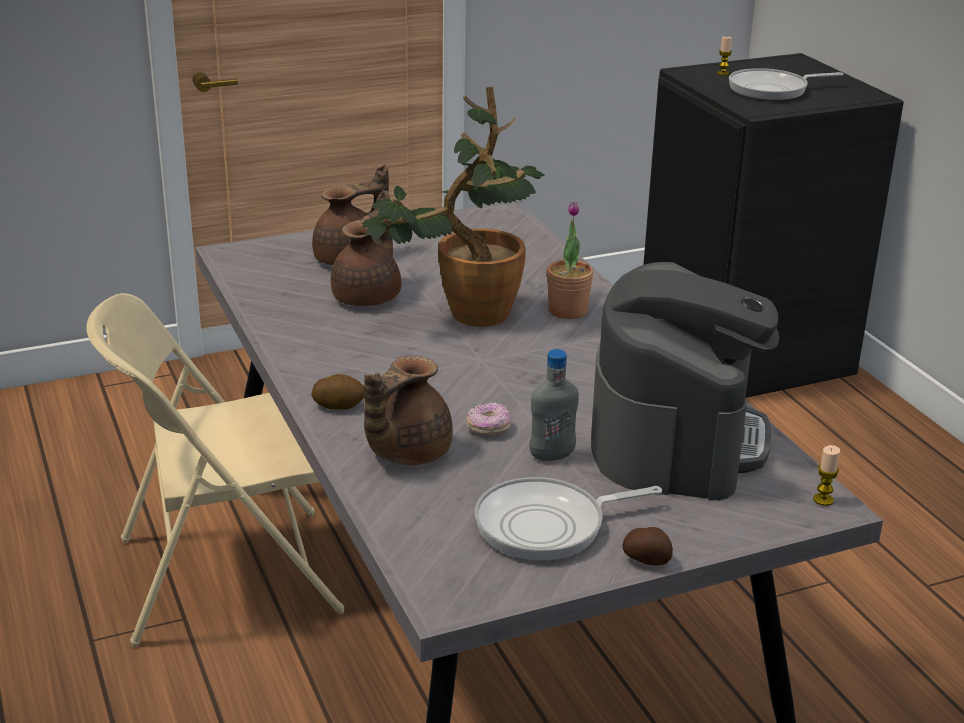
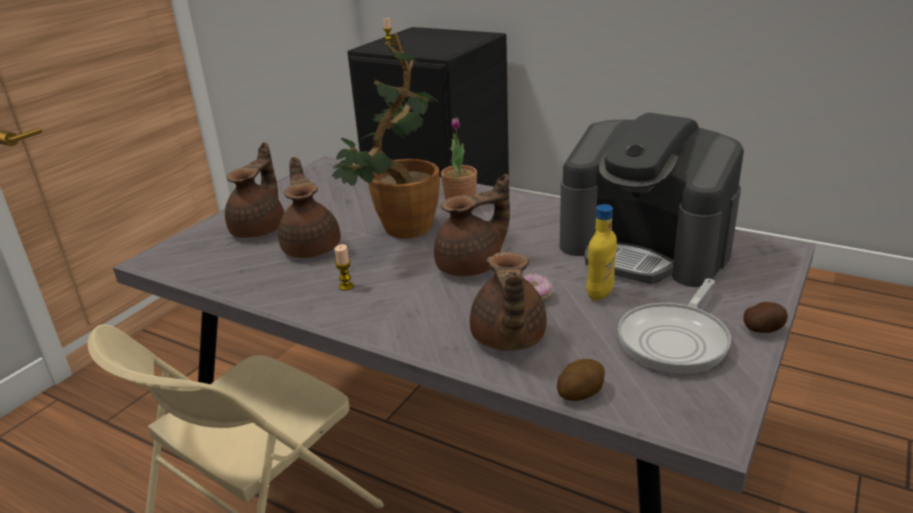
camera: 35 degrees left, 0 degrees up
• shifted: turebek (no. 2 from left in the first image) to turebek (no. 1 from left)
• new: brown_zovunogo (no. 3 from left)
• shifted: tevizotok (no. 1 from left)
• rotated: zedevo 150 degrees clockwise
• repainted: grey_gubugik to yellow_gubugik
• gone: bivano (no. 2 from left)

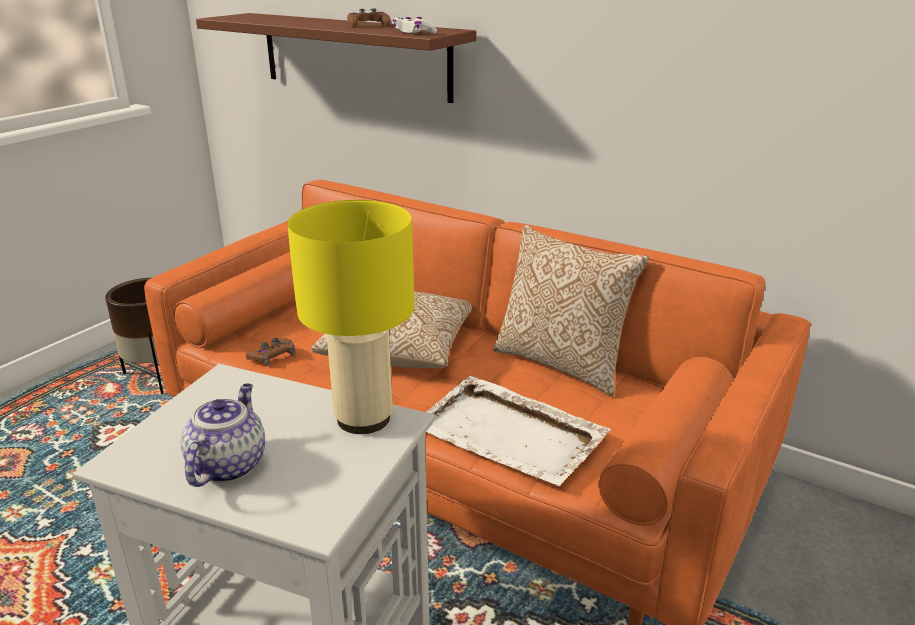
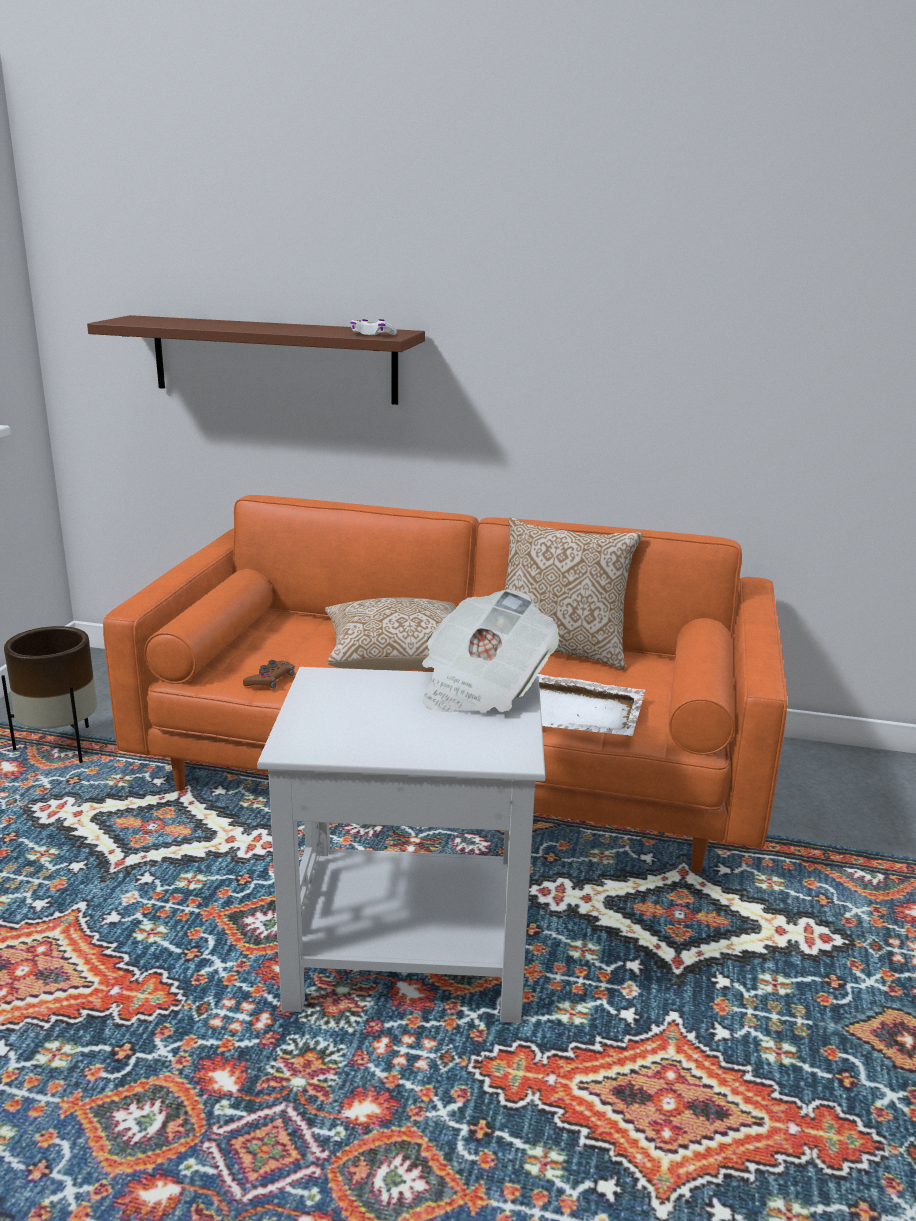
camera: 20 degrees left, 5 degrees down
• swapped: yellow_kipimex to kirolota
• gone: zovunogo
• gone: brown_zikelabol (no. 2 from left)

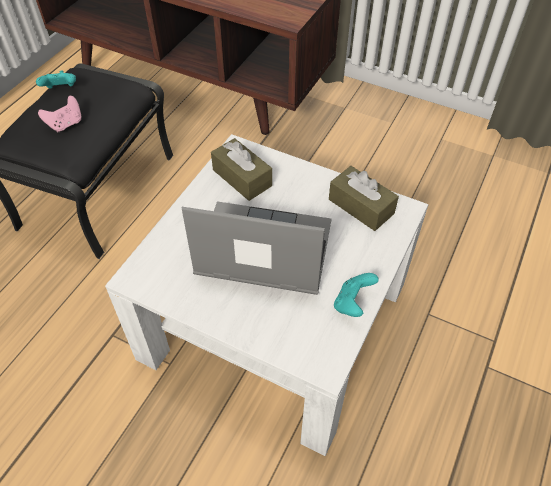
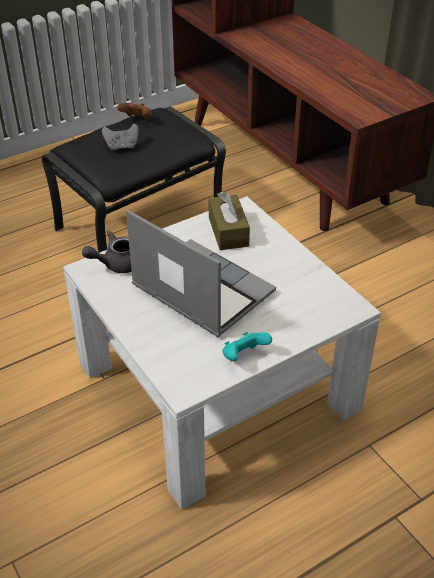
camera: 30 degrees right, 10 degrees down
• new: grey_zovunogo
• repainted: pink_zikelabol to grey_zikelabol
• repainted: turquoise_zikelabol (no. 1 from left) to brown_zikelabol
• gone: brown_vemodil (no. 2 from left)

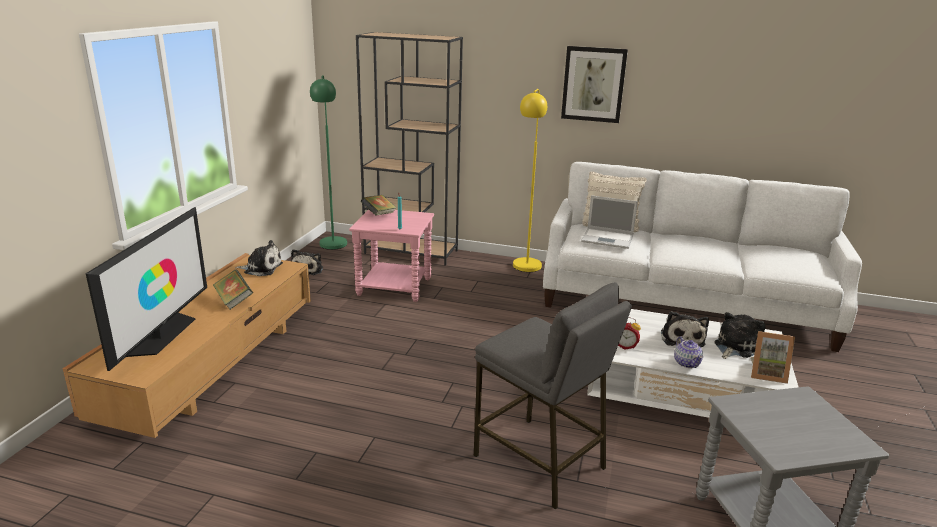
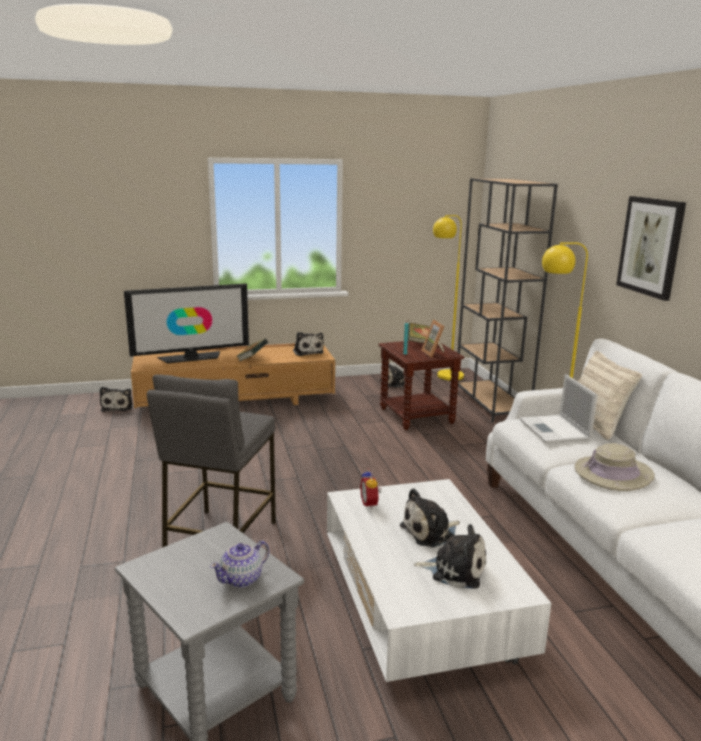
camera: 60 degrees right, 5 degrees down
• new: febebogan (no. 1 from left)
• shifted: zovunogo
• repainted: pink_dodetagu to brown_dodetagu
• shifted: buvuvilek
• repainted: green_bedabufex to yellow_bedabufex (no. 1 from left)
• new: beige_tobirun

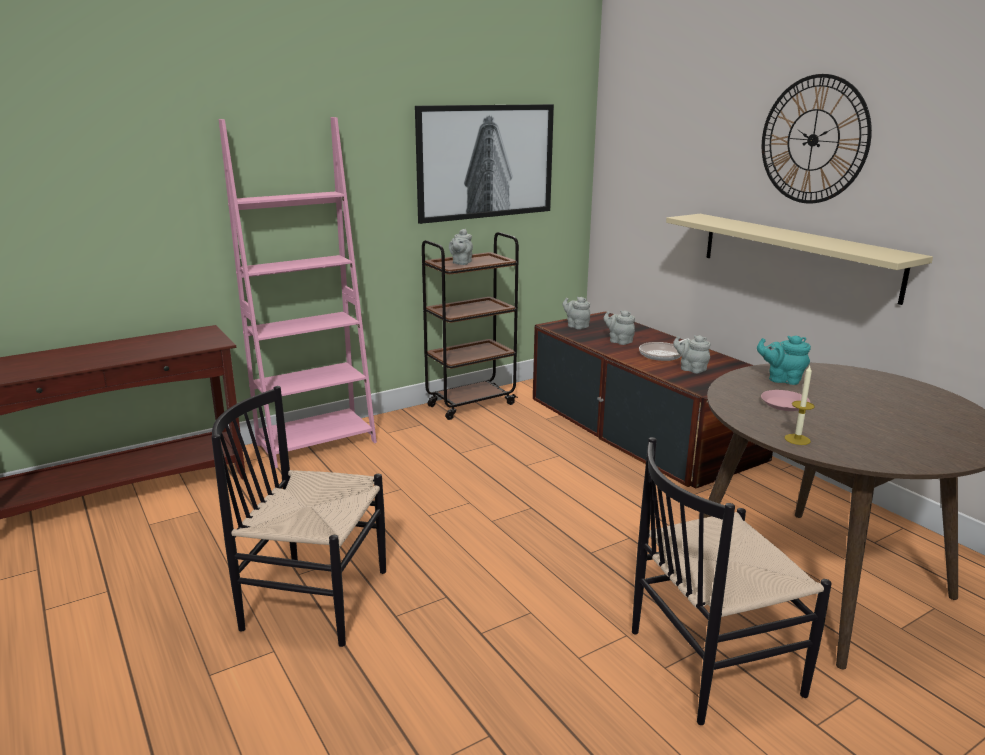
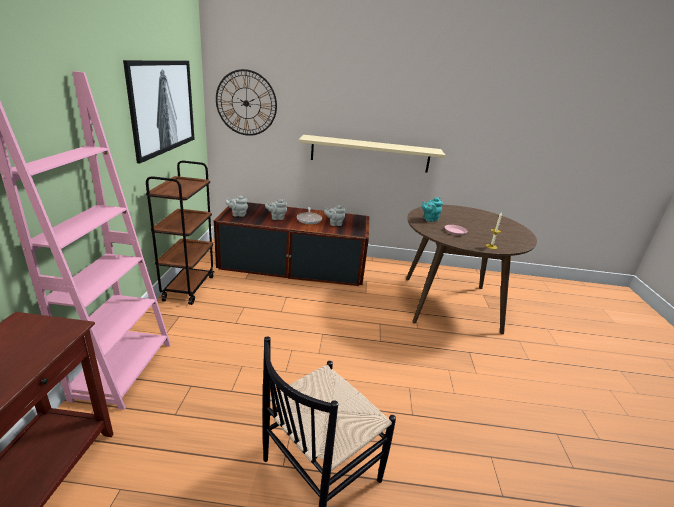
camera: 55 degrees left, 5 degrees up
• shifted: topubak
• gone: grey_zovunogo (no. 1 from left)
• gone: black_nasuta (no. 2 from left)

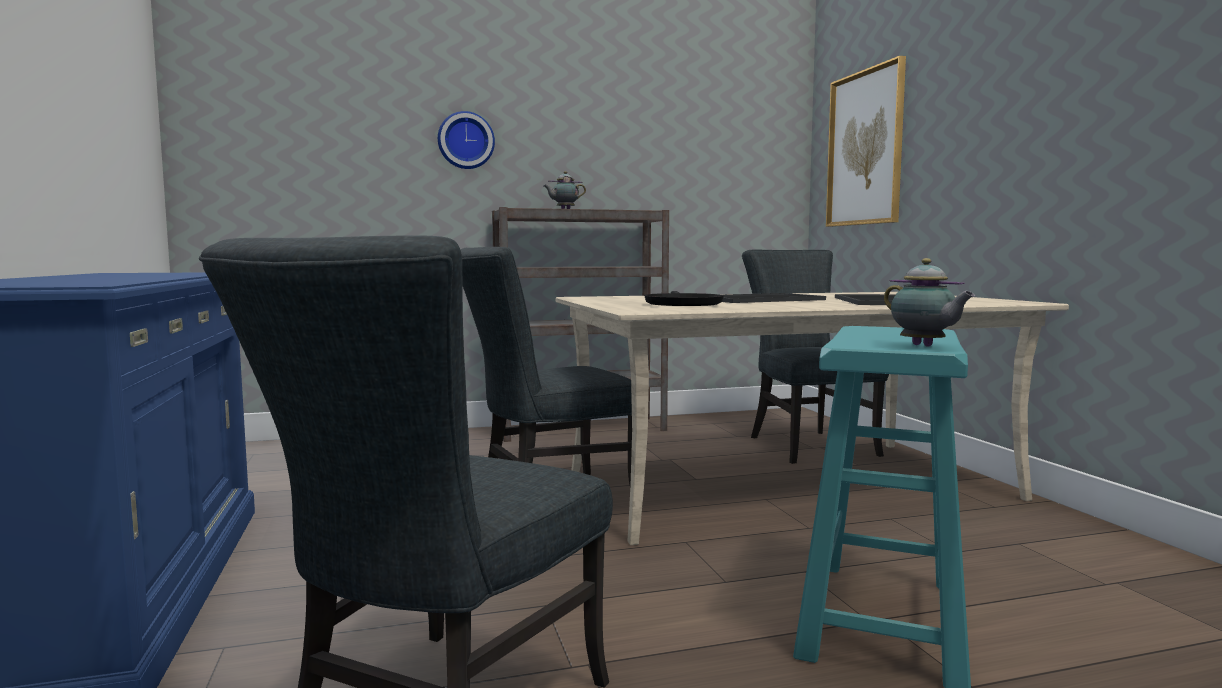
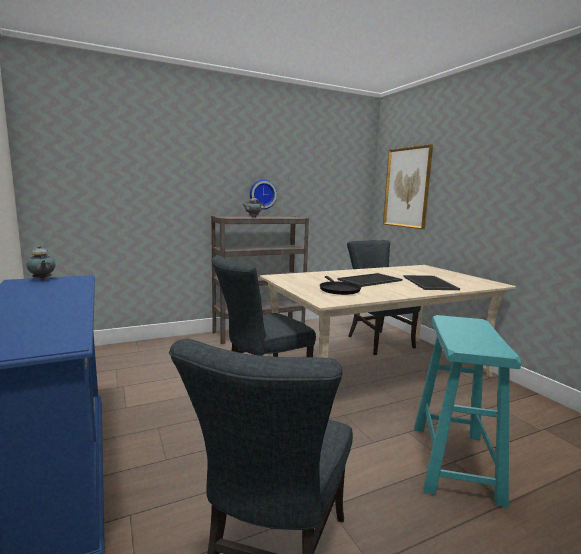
camera: 10 degrees left, 5 degrees up
• shifted: zovunogo (no. 2 from left in the first image) to zovunogo (no. 1 from left)
• shifted: topubak

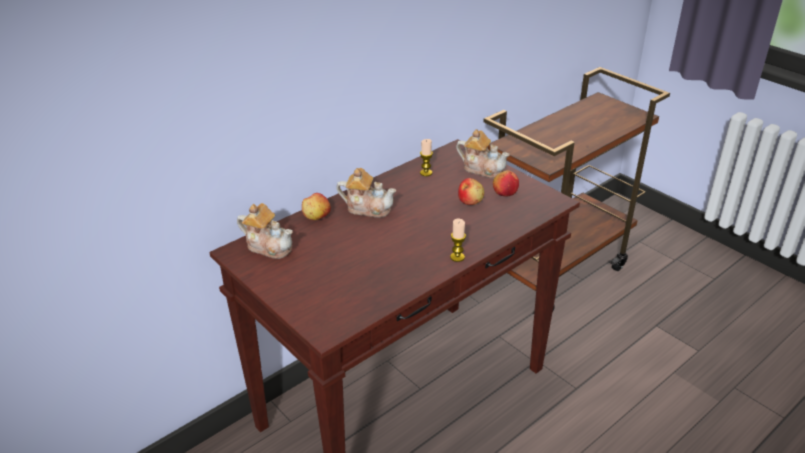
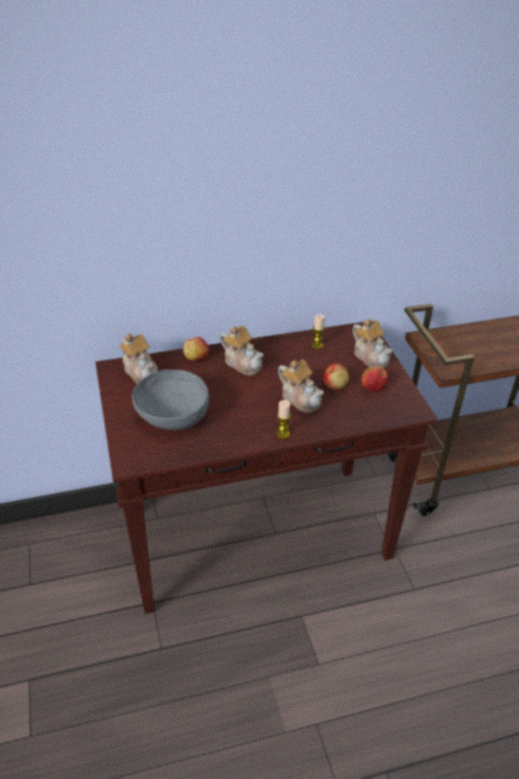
camera: 25 degrees right, 5 degrees up
• new: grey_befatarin
• new: zovunogo (no. 3 from left)

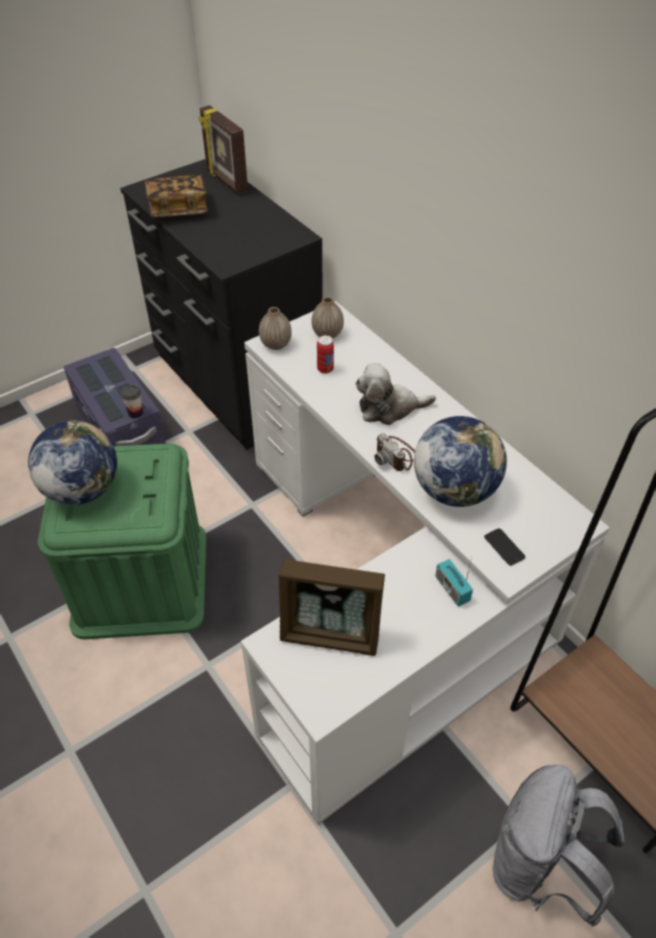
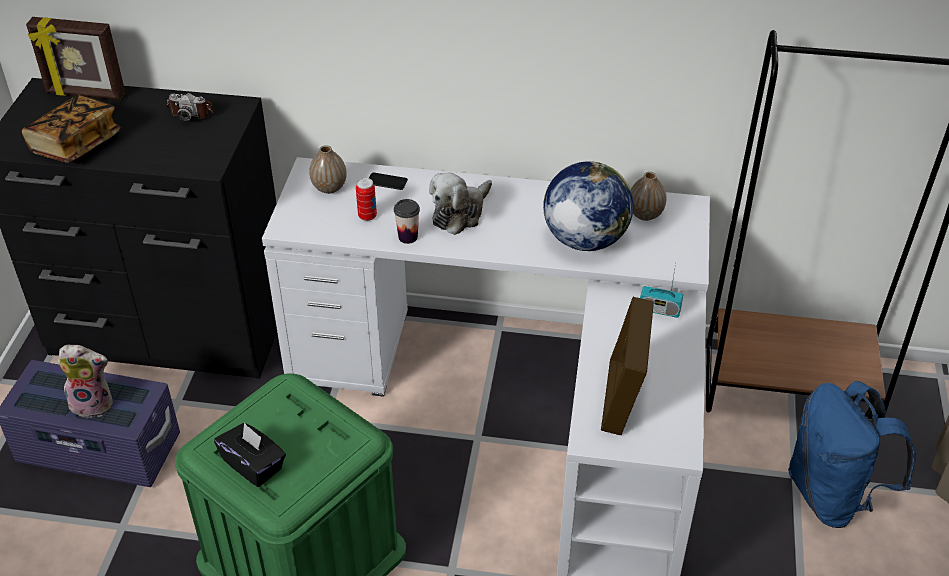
camera: 45 degrees left, 5 degrees down
• new: febebogan (no. 1 from left)
• shifted: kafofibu
• swapped: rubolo (no. 1 from left) to black_vemodil
• shifted: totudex
• shifted: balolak
• rotated: buvuvilek (no. 2 from left) 135 degrees clockwise
• shifted: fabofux (no. 1 from left in the first image) to fabofux (no. 2 from left)
• repainted: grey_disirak to blue_disirak

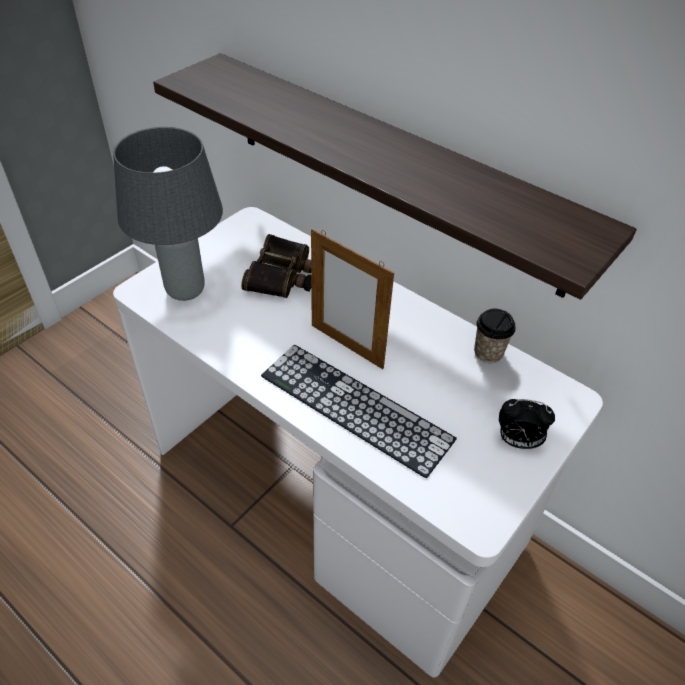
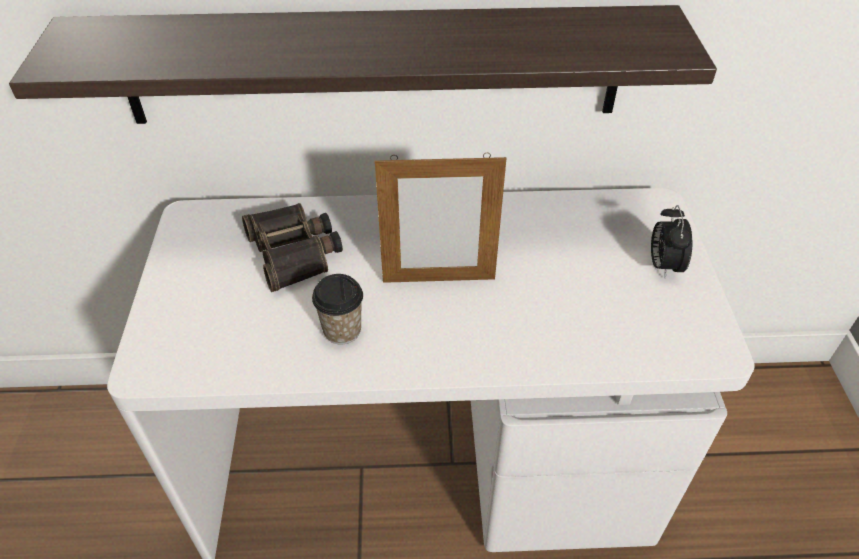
camera: 40 degrees left, 0 degrees up
• shifted: balolak
• rotated: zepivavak 120 degrees clockwise
• gone: grey_kipimex
• gone: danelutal

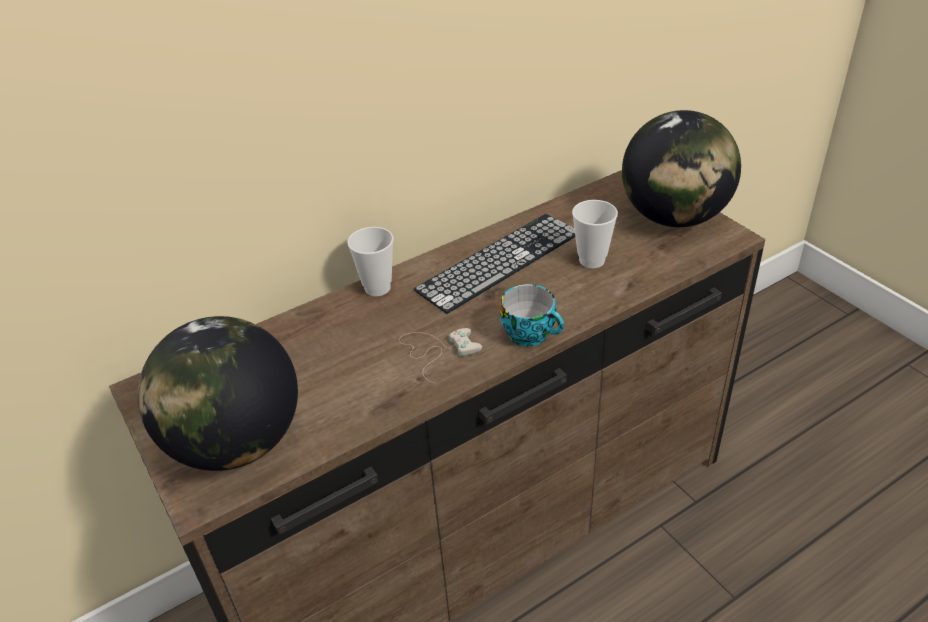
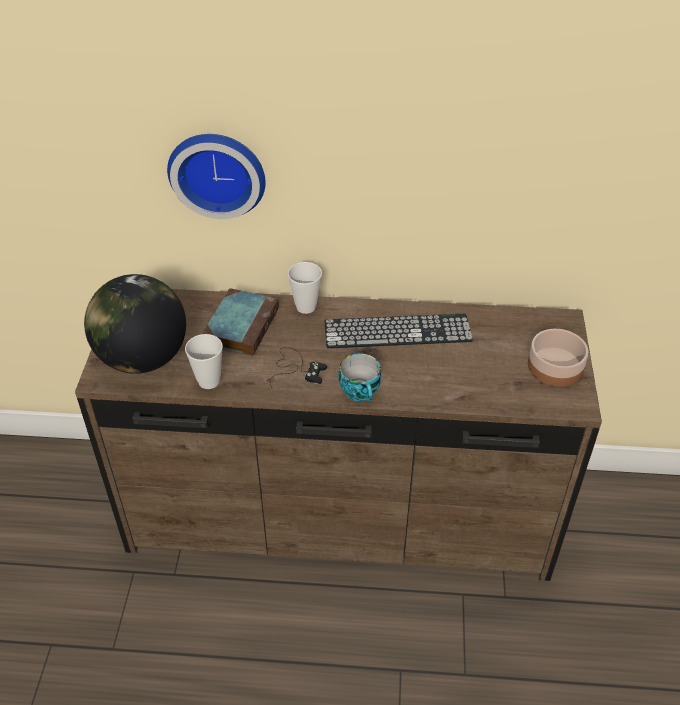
camera: 35 degrees right, 5 degrees up
• new: topubak
• shifted: balolak (no. 3 from left in the first image) to balolak (no. 1 from left)
• new: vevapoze
• repainted: white_zikelabol to black_zikelabol
• swapped: rubolo (no. 2 from left) to befatarin

